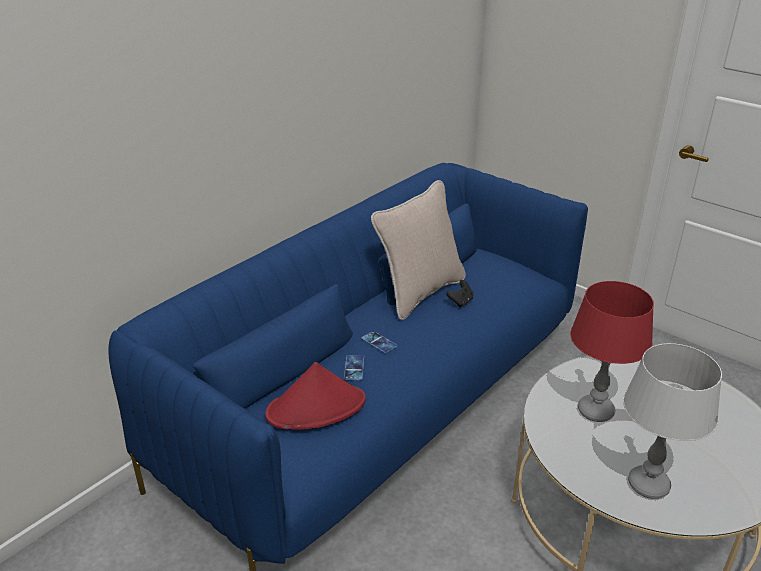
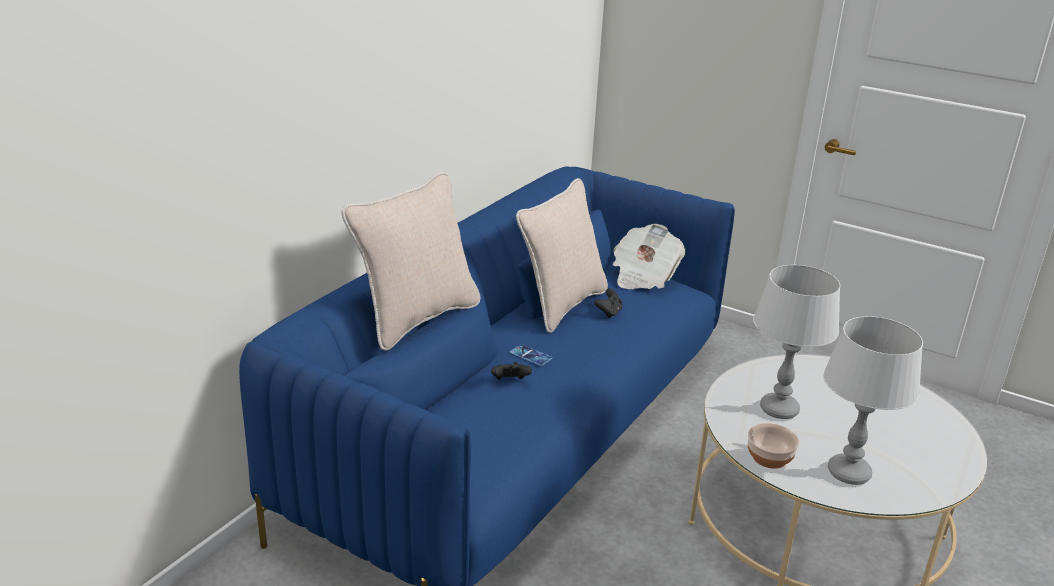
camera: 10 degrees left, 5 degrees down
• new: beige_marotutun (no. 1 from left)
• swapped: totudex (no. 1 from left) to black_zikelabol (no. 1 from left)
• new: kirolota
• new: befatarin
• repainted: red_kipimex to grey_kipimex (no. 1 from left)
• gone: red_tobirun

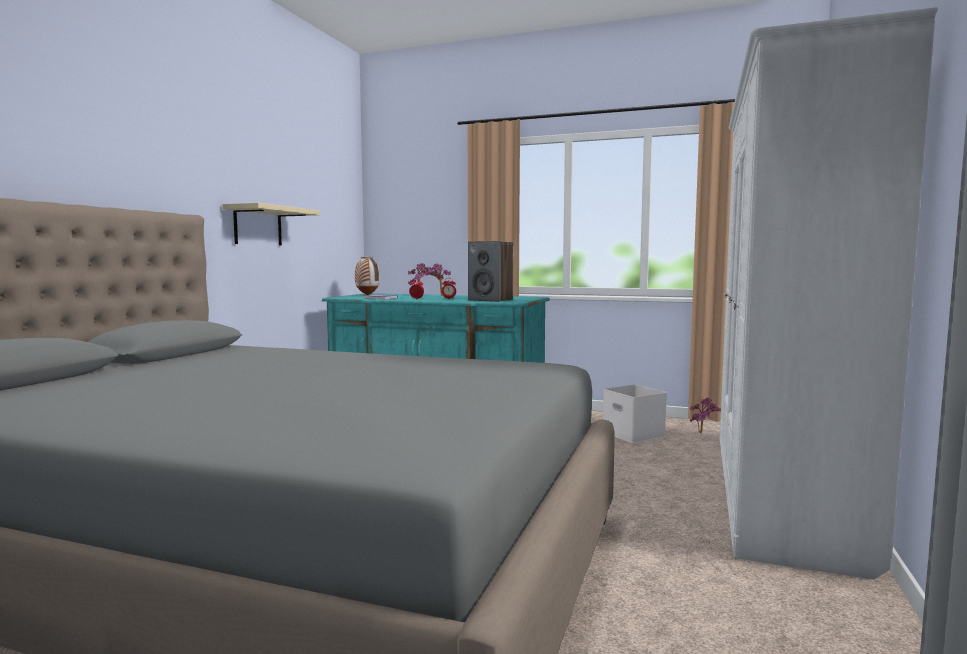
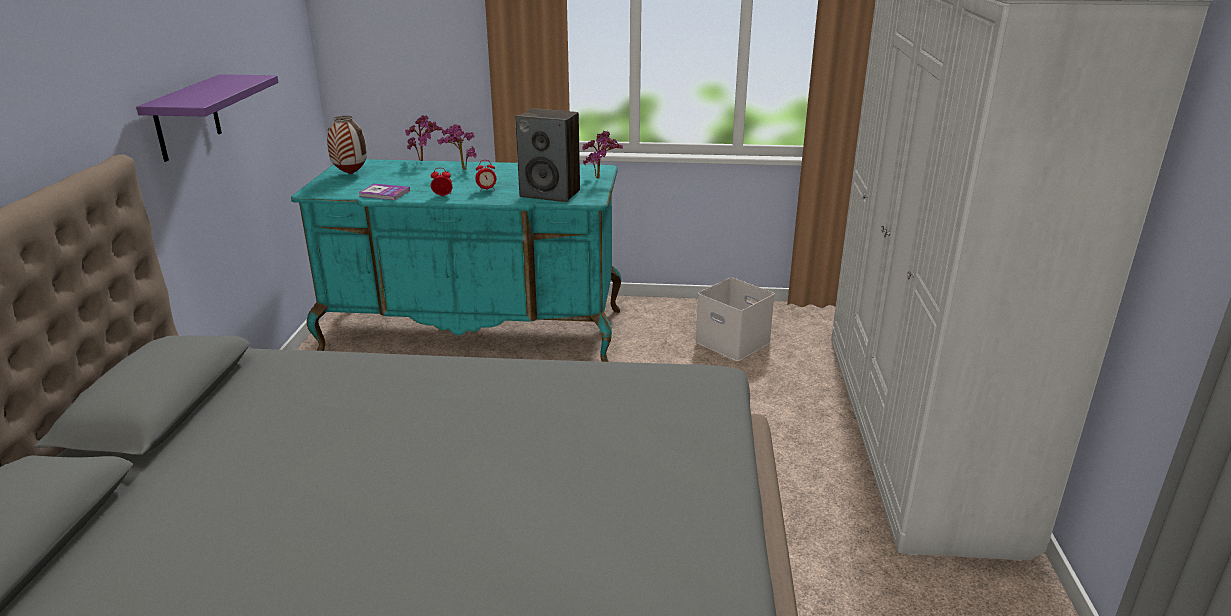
camera: 15 degrees left, 20 degrees up
• repainted: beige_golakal to purple_golakal
• shifted: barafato (no. 3 from left)

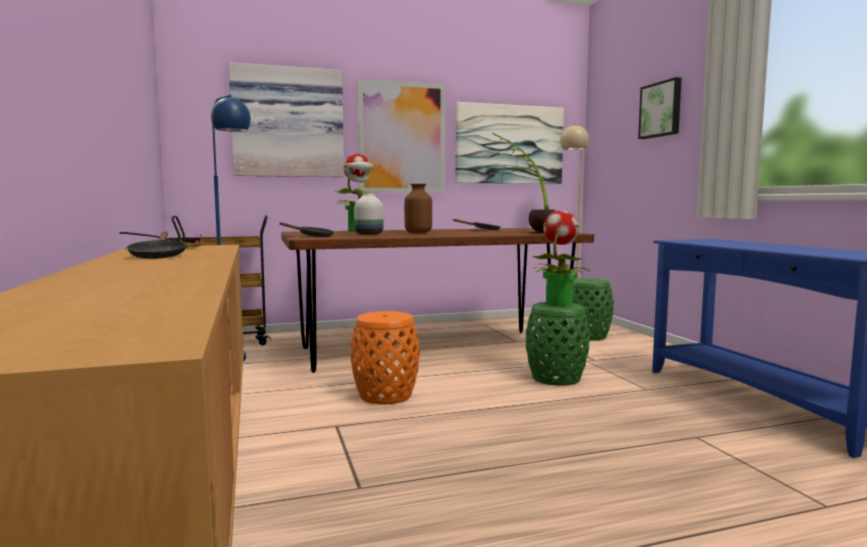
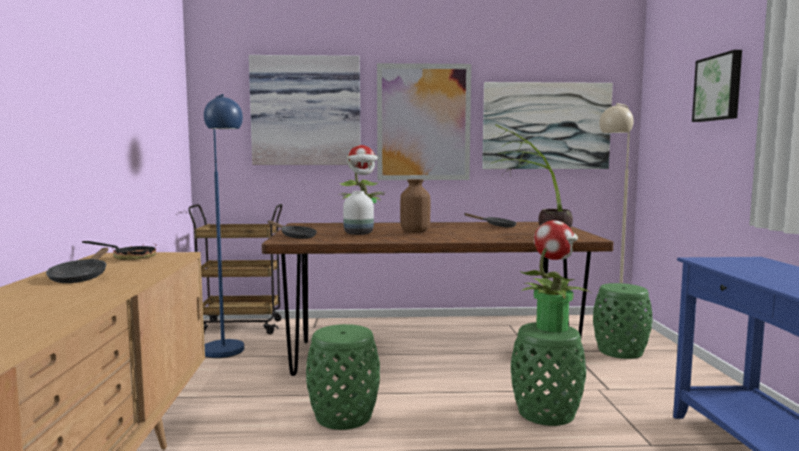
camera: 15 degrees right, 0 degrees up
• repainted: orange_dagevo to green_dagevo (no. 1 from left)

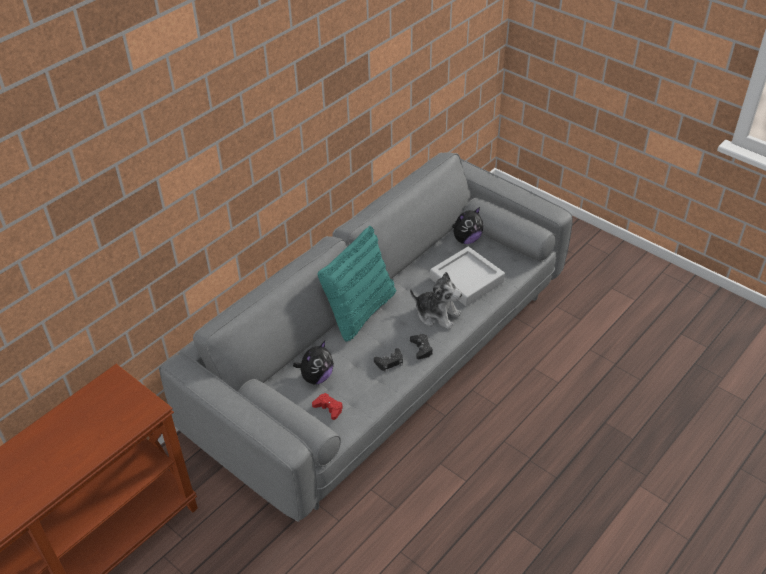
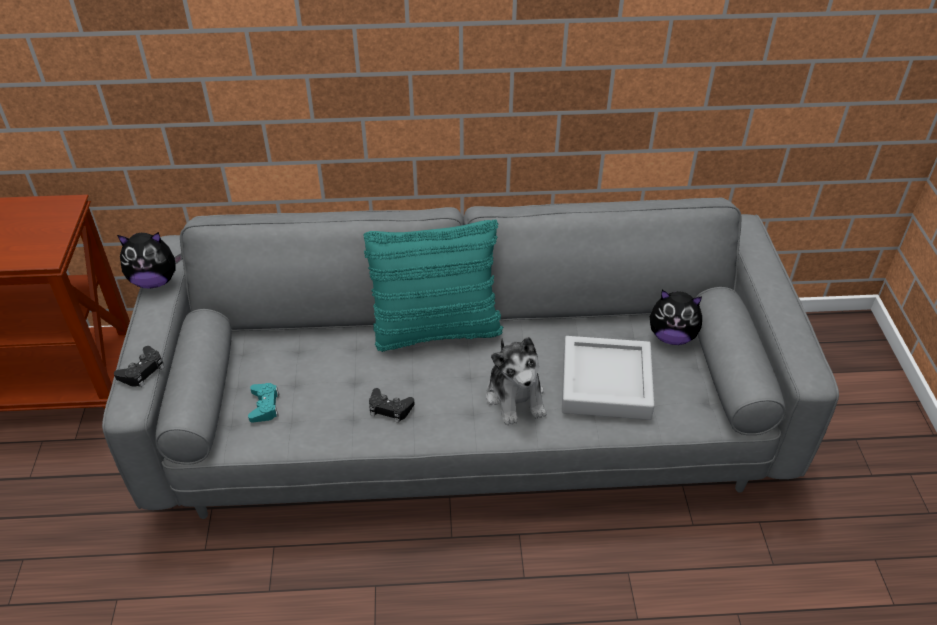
camera: 45 degrees right, 0 degrees up
• shifted: black_zikelabol (no. 2 from left in the first image) to black_zikelabol (no. 1 from left)
• shifted: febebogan (no. 1 from left)
• repainted: red_zikelabol to turquoise_zikelabol

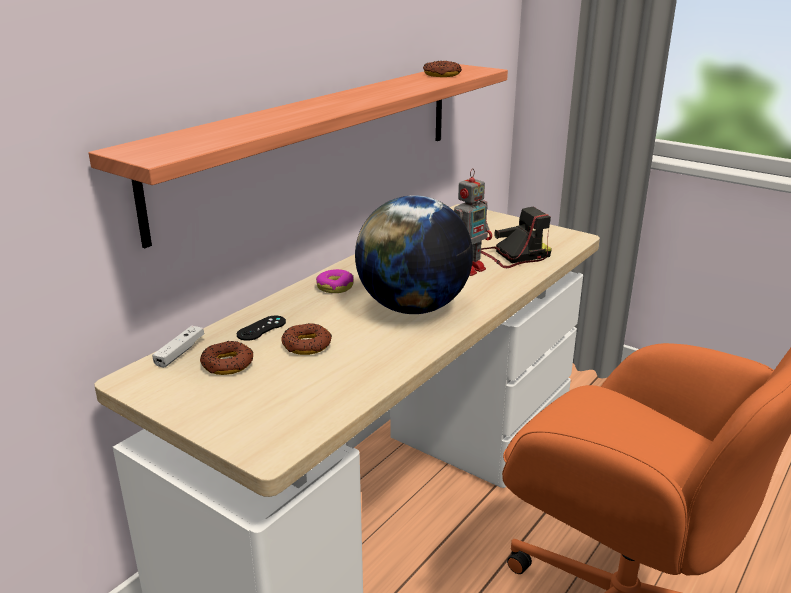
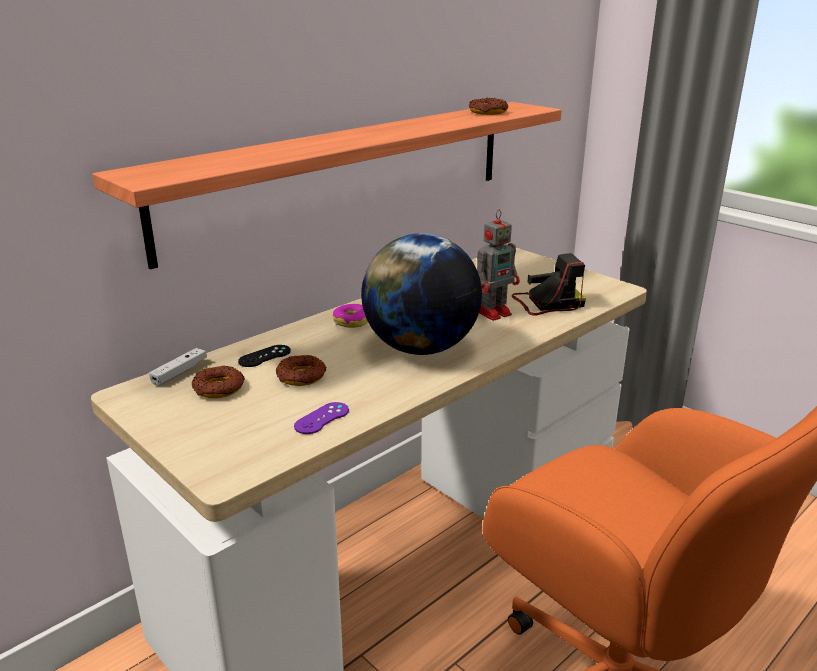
camera: 10 degrees right, 0 degrees up
• new: purple_zikelabol

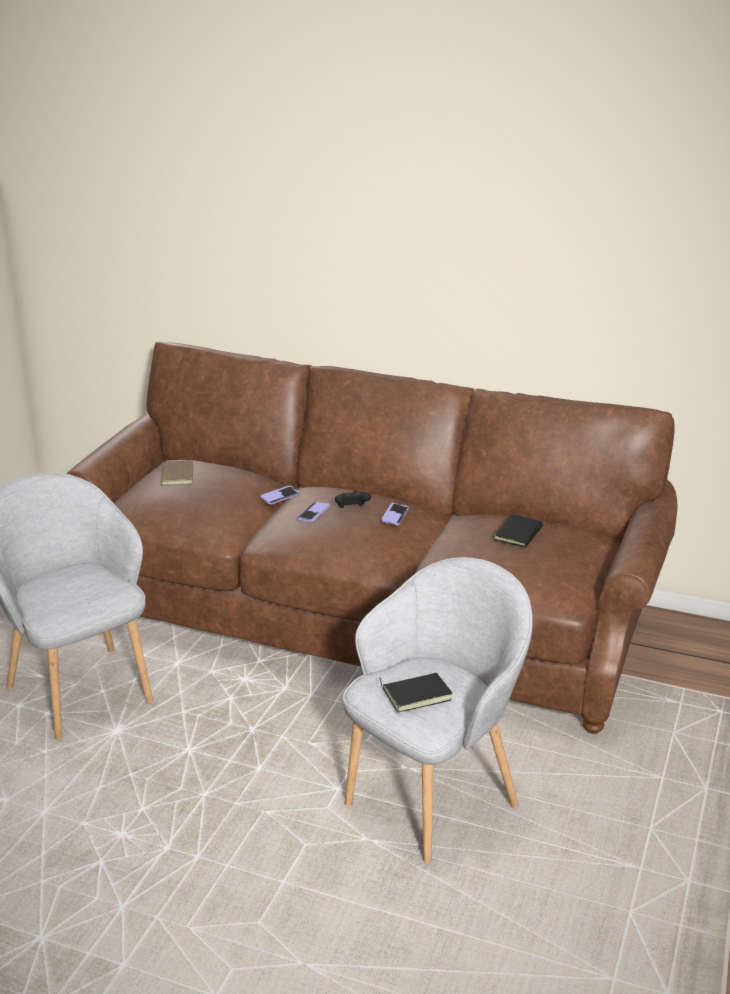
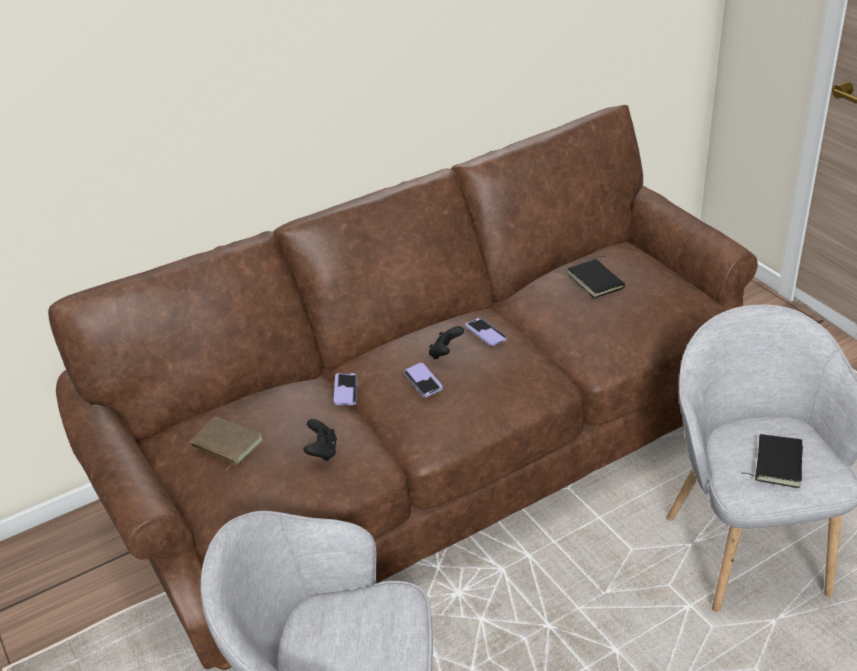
camera: 50 degrees left, 10 degrees up
• new: black_zikelabol (no. 1 from left)

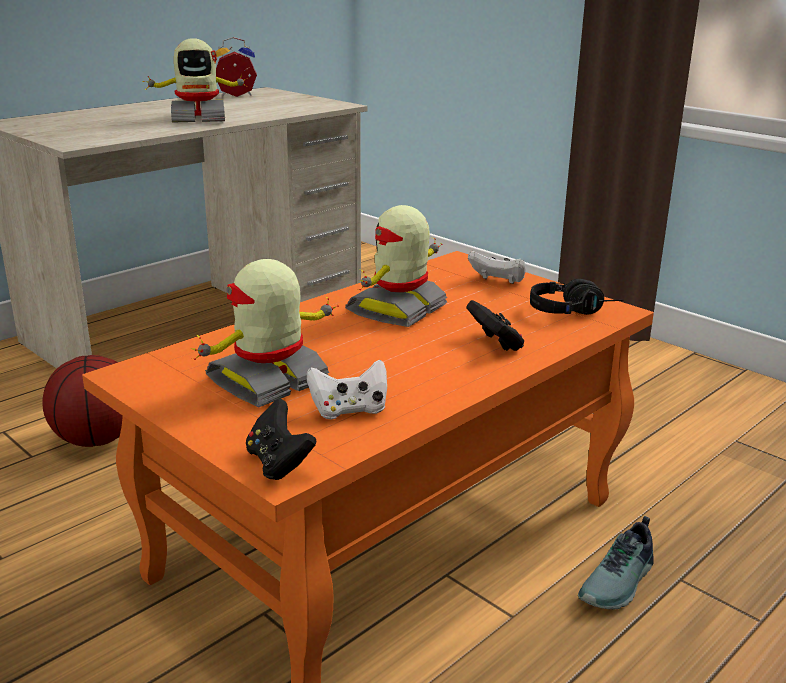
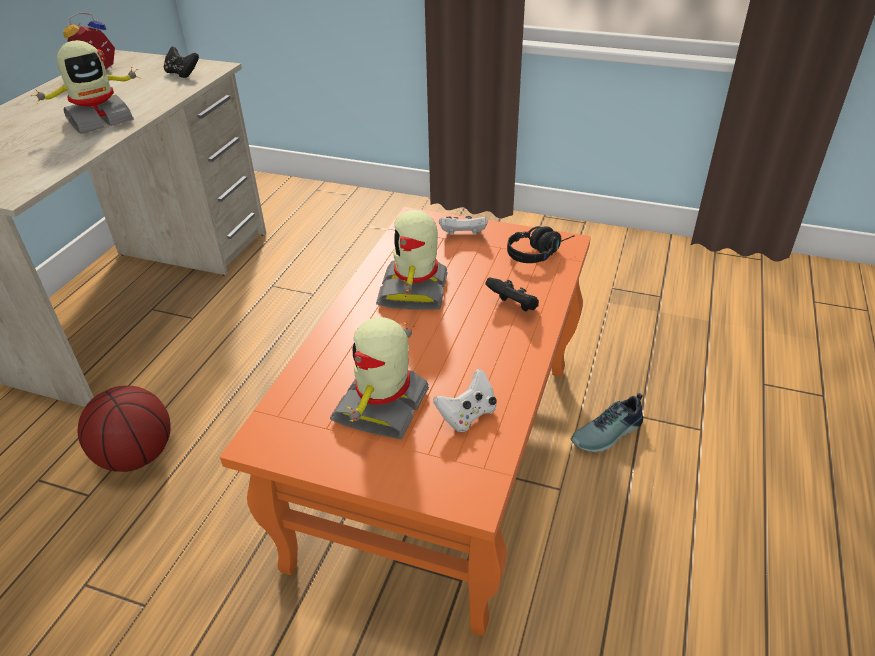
camera: 25 degrees left, 15 degrees up
• shifted: black_zikelabol (no. 1 from left)
• rotated: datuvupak 45 degrees clockwise

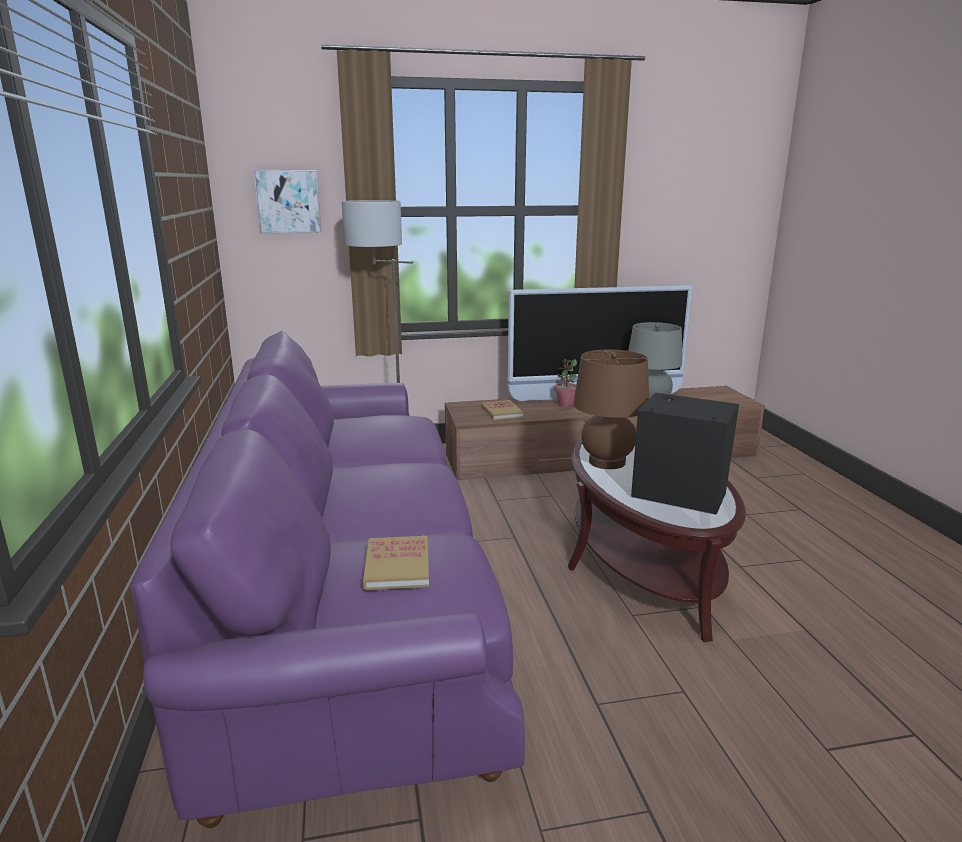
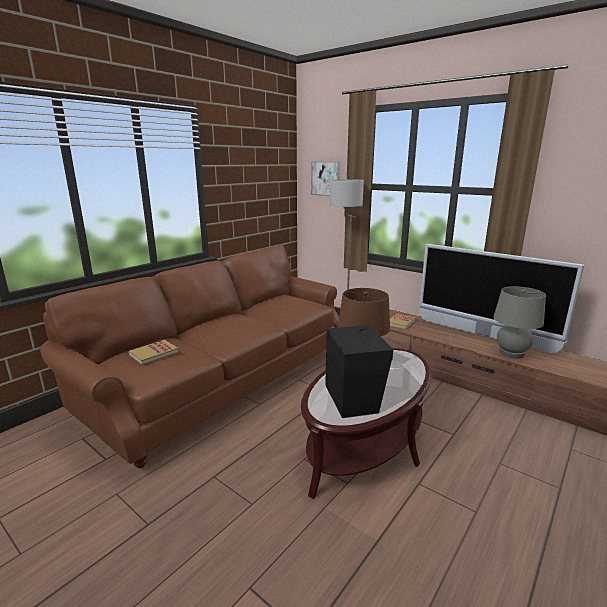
camera: 50 degrees right, 0 degrees up
• repainted: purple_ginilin to brown_ginilin
• gone: barafato

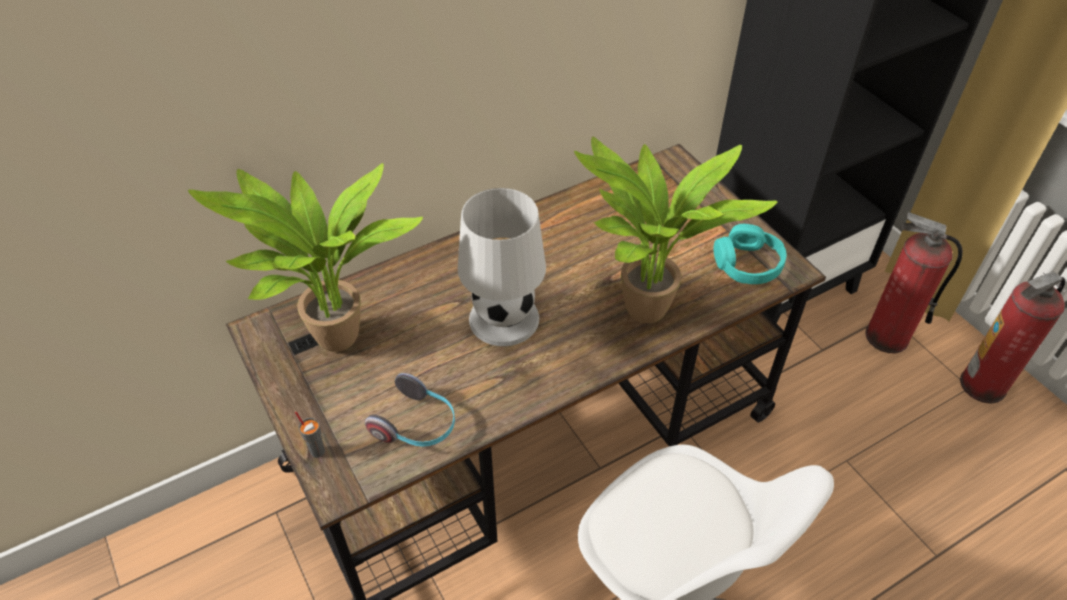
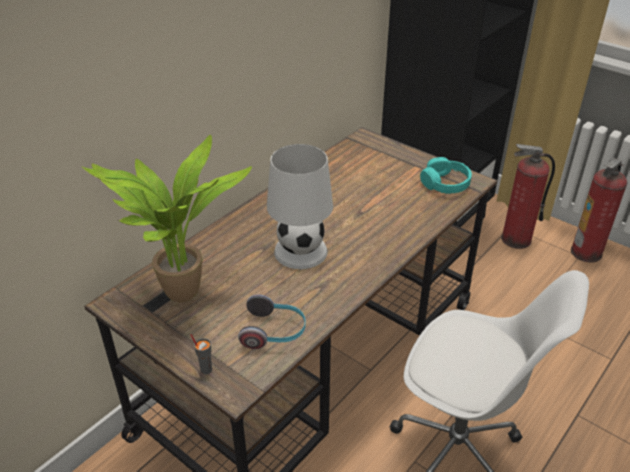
camera: 20 degrees left, 10 degrees down
• gone: barafato (no. 2 from left)

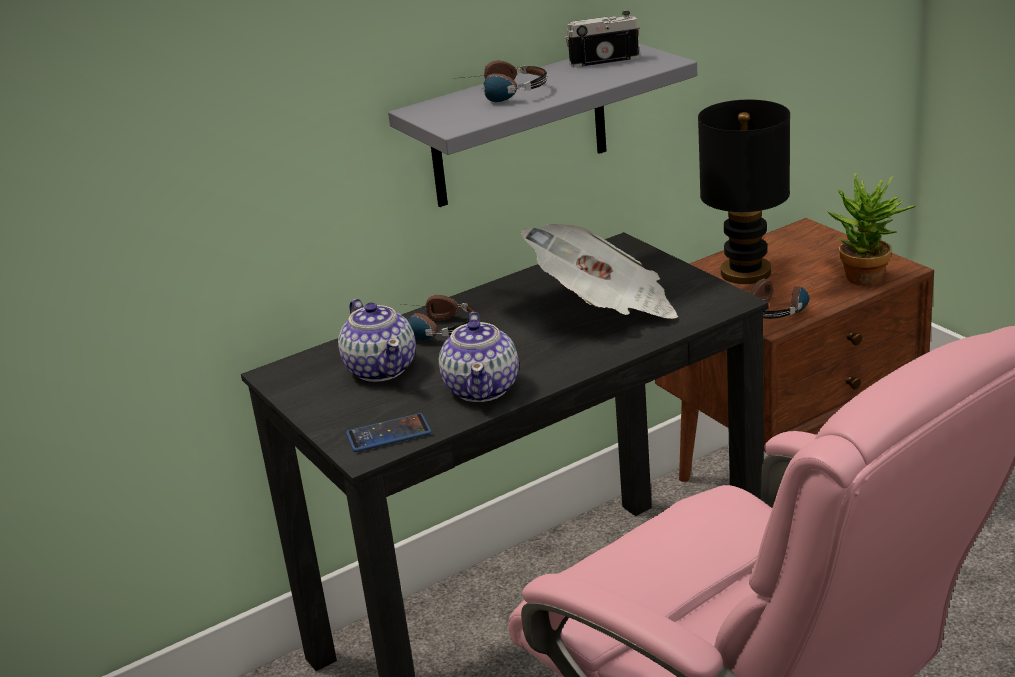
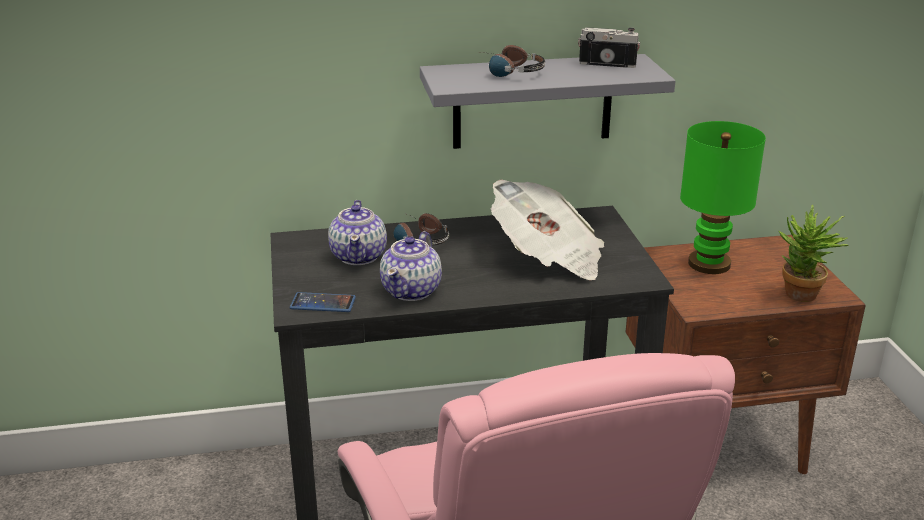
camera: 20 degrees right, 0 degrees up
• repainted: black_kipimex to green_kipimex
• gone: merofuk (no. 3 from left)

